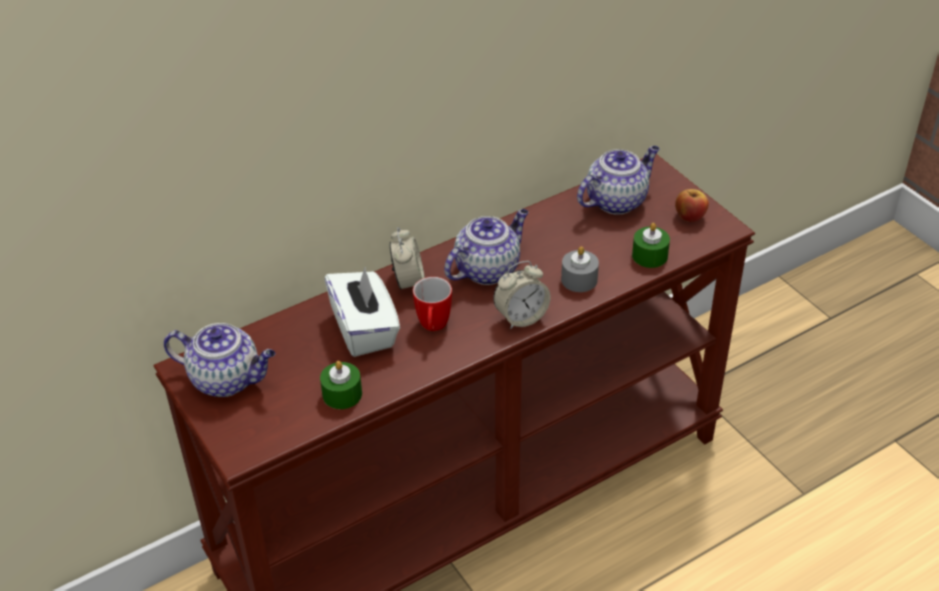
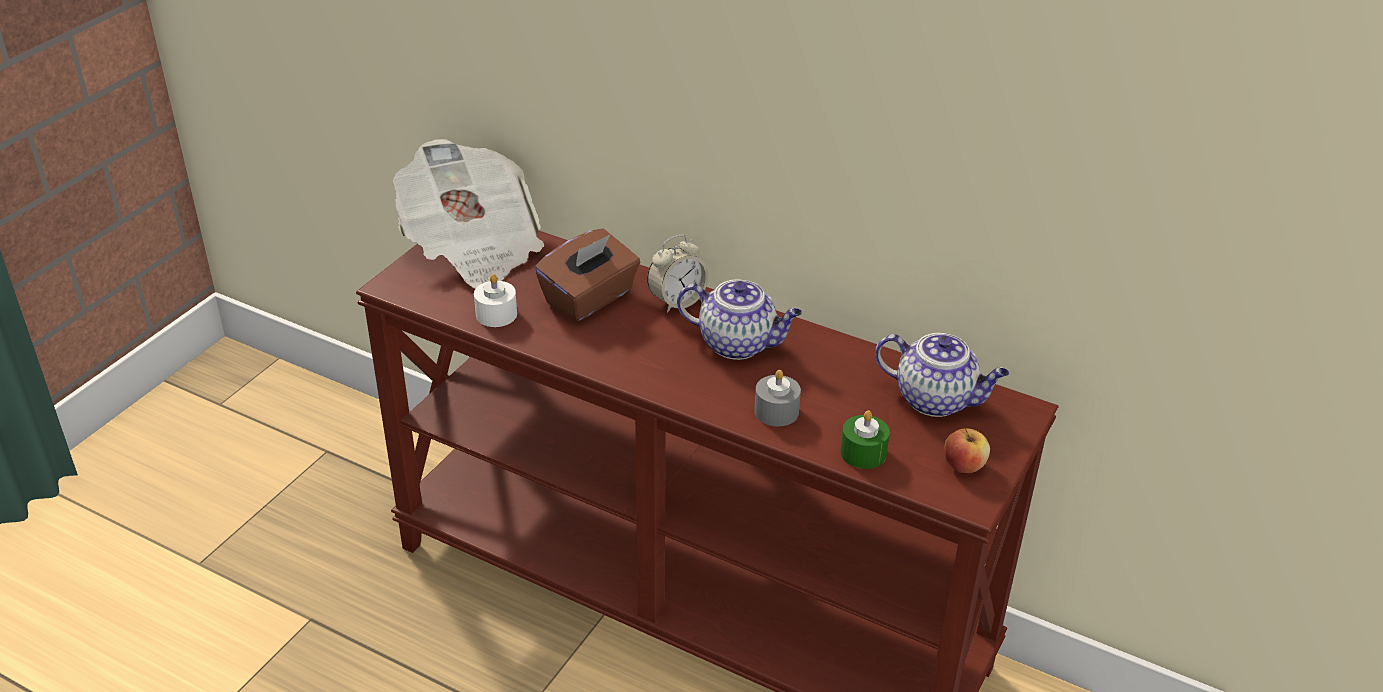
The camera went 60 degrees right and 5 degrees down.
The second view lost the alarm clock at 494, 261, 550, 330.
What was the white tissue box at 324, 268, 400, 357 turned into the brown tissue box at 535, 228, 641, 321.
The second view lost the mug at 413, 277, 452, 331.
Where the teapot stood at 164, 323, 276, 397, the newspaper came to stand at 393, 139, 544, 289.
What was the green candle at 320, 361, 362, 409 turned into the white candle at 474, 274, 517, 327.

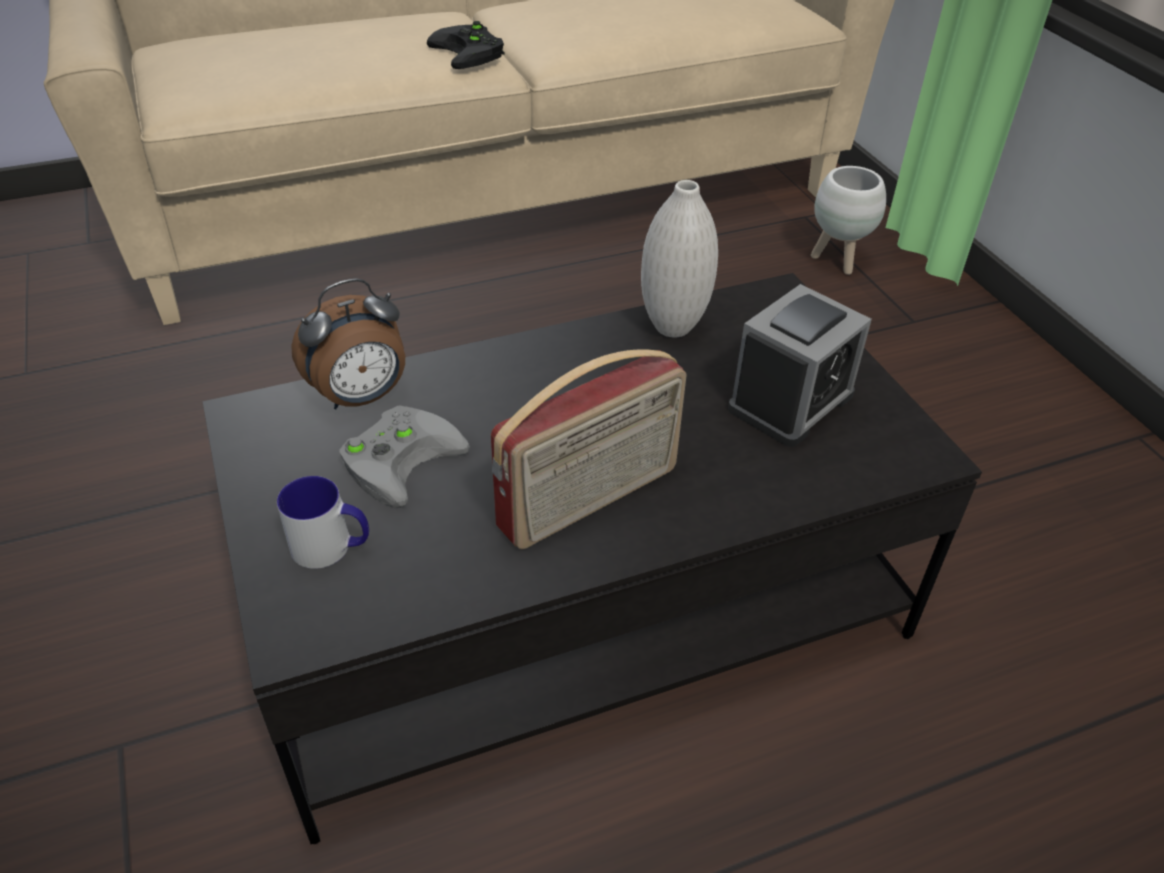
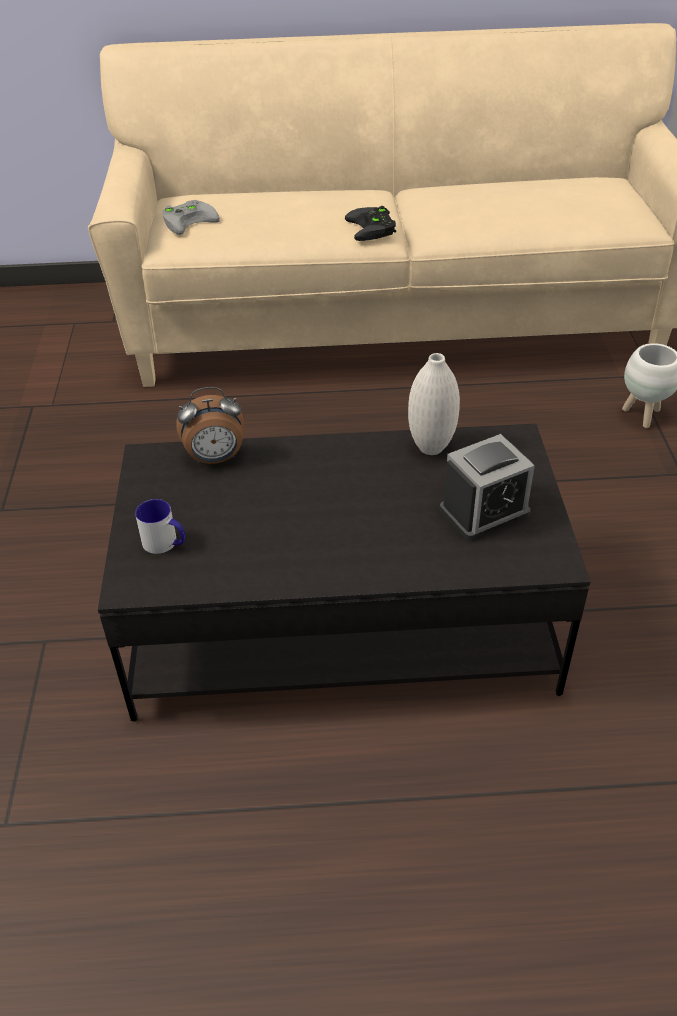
The camera went 20 degrees right and 0 degrees up.
The second view lost the radio at 491, 349, 686, 549.
The grey game controller ended up elsewhere, having gone from 339, 405, 470, 508 to 162, 200, 220, 235.

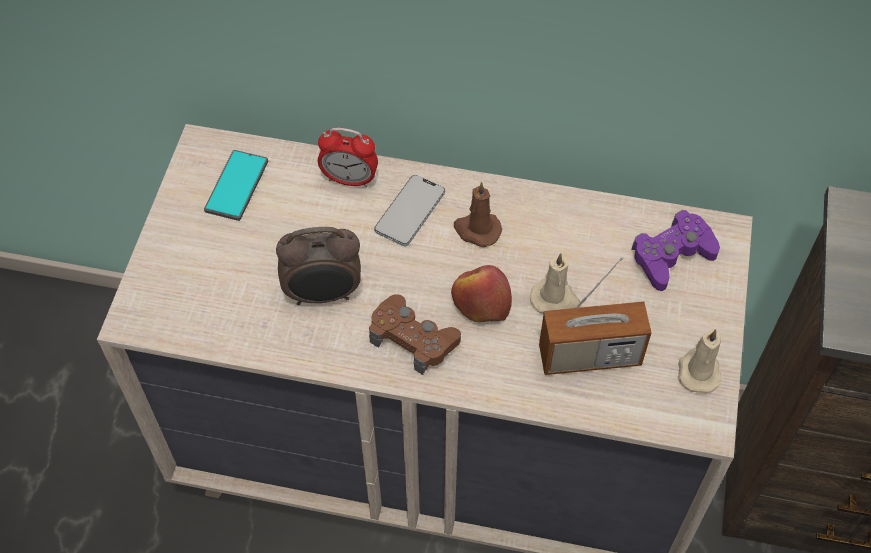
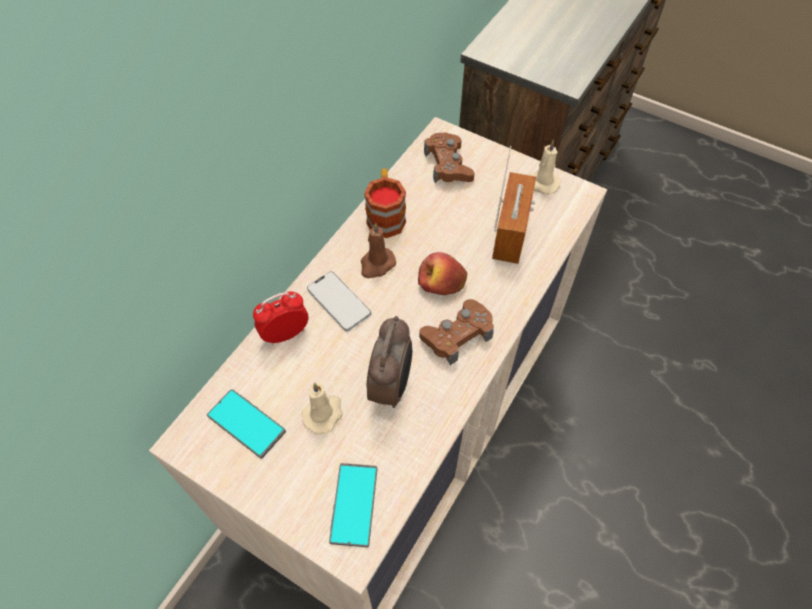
The camera went 70 degrees left and 0 degrees up.
The alarm clock at 318, 128, 378, 187 ended up facing another way, 150 degrees counterclockwise from before.
What was the purple game controller at 632, 210, 720, 291 turned into the brown game controller at 424, 132, 475, 183.
The beige candle ended up elsewhere, having gone from 530, 253, 580, 313 to 301, 383, 343, 434.
The second view gained the mug at 364, 168, 406, 238.
The second view gained the phone at 329, 463, 377, 547.

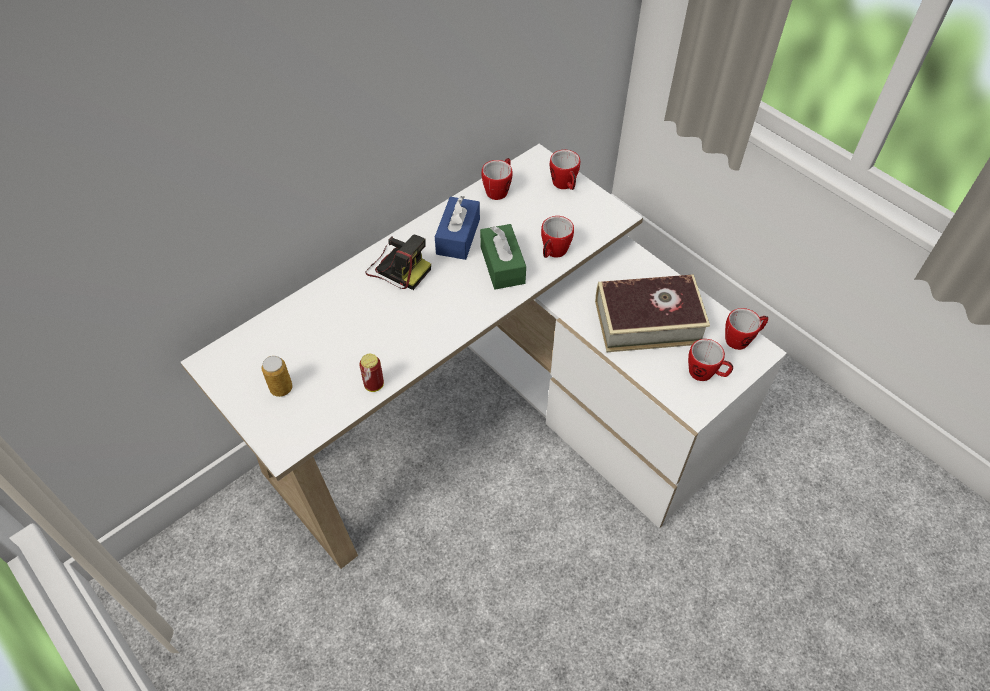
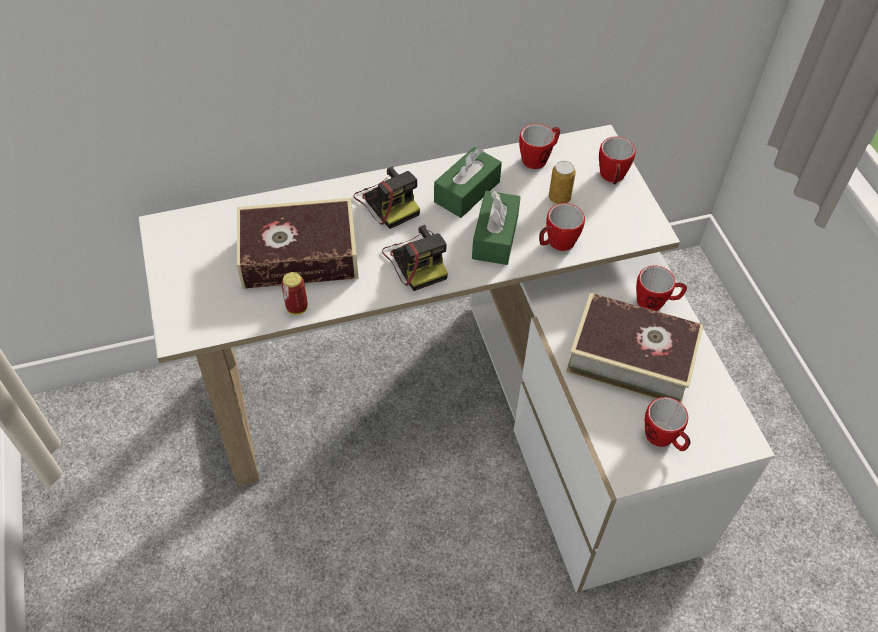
The camera went 25 degrees right and 0 degrees up.
What was the blue tissue box at 435, 196, 480, 260 turned into the green tissue box at 434, 147, 502, 218.
The mug ended up elsewhere, having gone from 725, 308, 768, 350 to 636, 265, 687, 311.
The can ended up elsewhere, having gone from 261, 356, 293, 397 to 549, 161, 576, 204.
The second view gained the book at 237, 198, 359, 289.
The second view gained the photo camera at 382, 225, 448, 291.

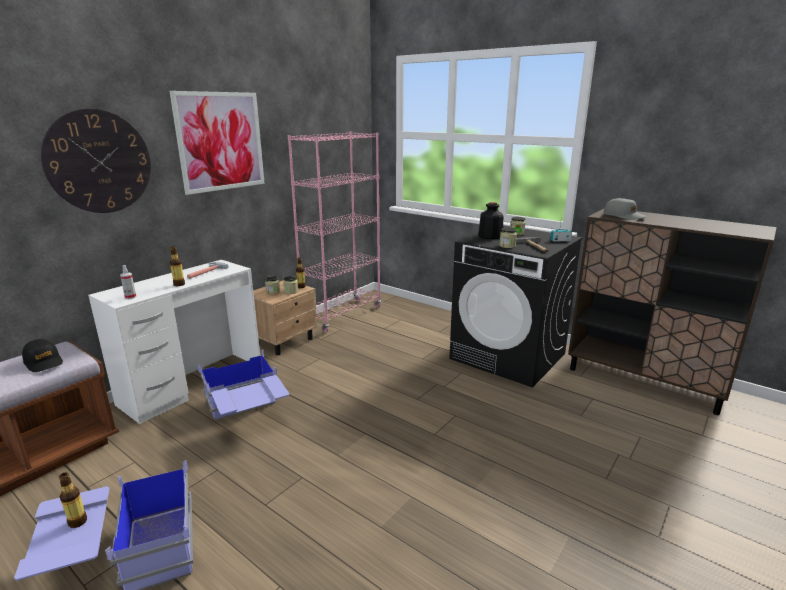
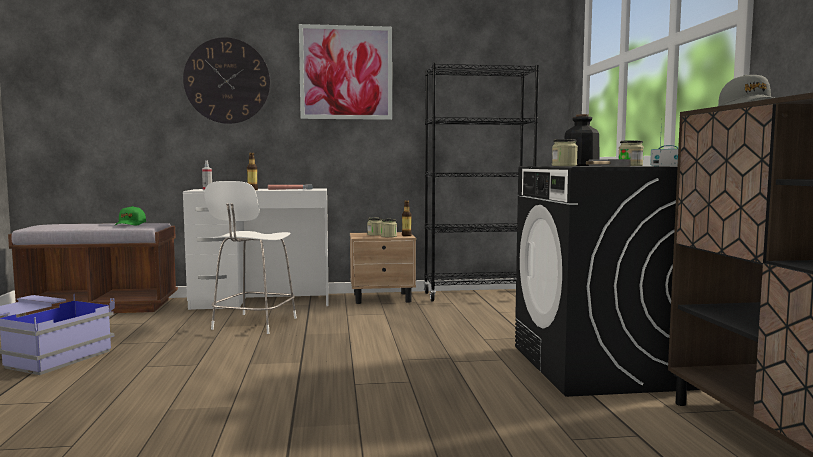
The camera went 45 degrees right and 15 degrees down.
What was the pink bookcase at 288, 132, 381, 333 turned into the black bookcase at 424, 63, 539, 302.
What was the black cap at 22, 339, 63, 372 turned into the green cap at 115, 206, 146, 225.
Where the blue storage box stood at 198, 349, 290, 420, the white chair came to stand at 204, 181, 297, 334.
The second view lost the bottle at 59, 472, 87, 528.

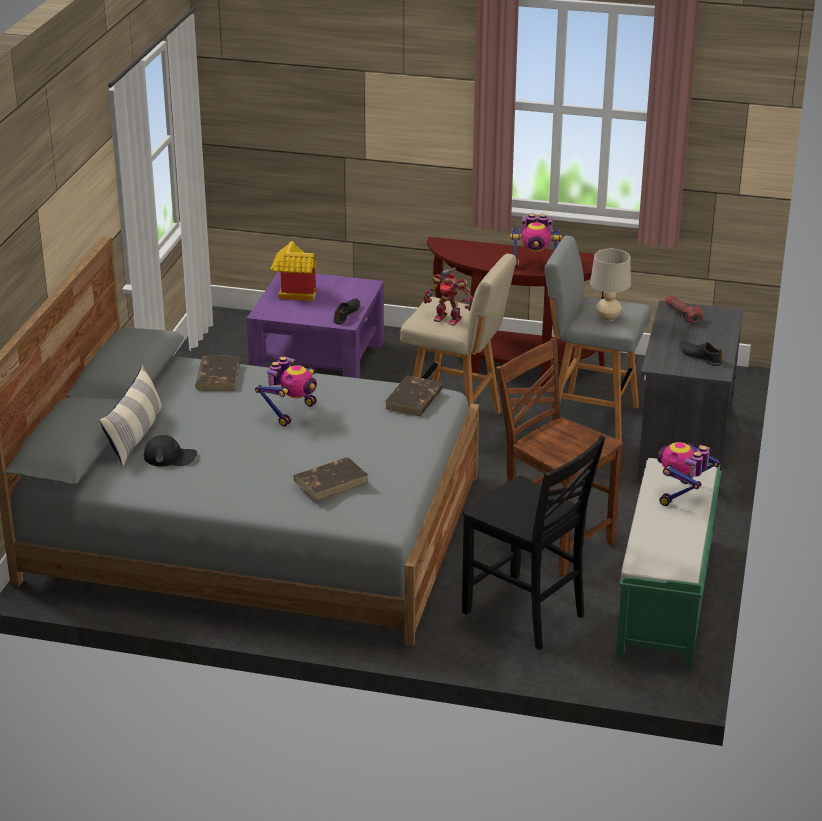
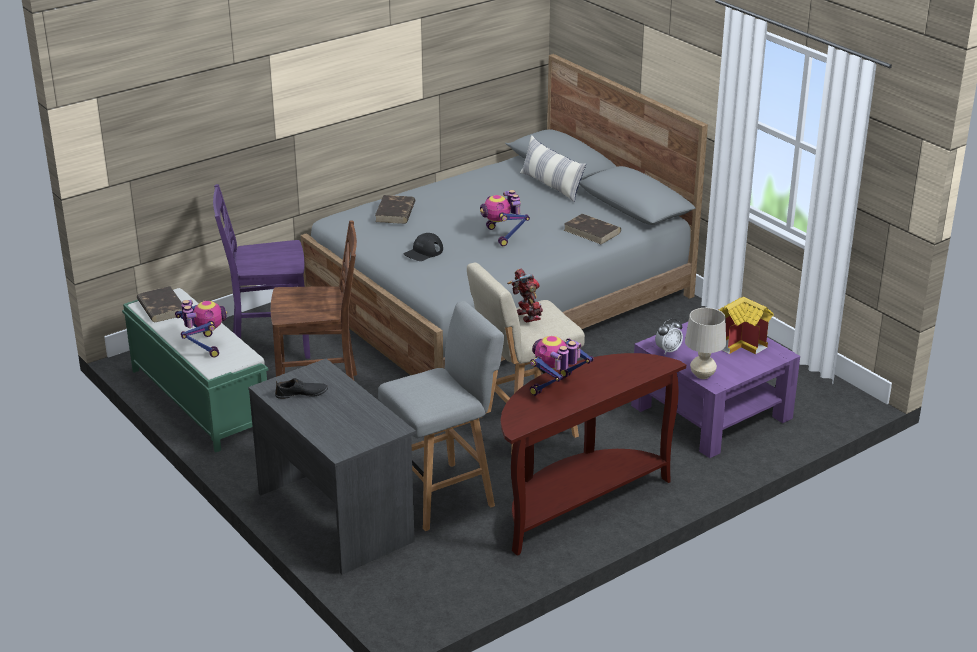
The camera went 130 degrees right and 0 degrees up.
The beige table lamp ended up elsewhere, having gone from 590, 249, 631, 321 to 685, 308, 726, 379.
The toy robot at 424, 268, 473, 325 ended up facing another way, 90 degrees clockwise from before.
The second view lost the flashlight at 665, 295, 702, 323.
Where the black shoe stood at 333, 299, 360, 324, the alarm clock came to stand at 655, 318, 683, 355.
The brown book ended up elsewhere, having gone from 385, 375, 443, 416 to 137, 286, 183, 322.
The black cap ended up elsewhere, having gone from 144, 435, 197, 467 to 404, 233, 443, 261.
What was the black chair at 462, 435, 606, 650 turned into the purple chair at 213, 184, 310, 359.

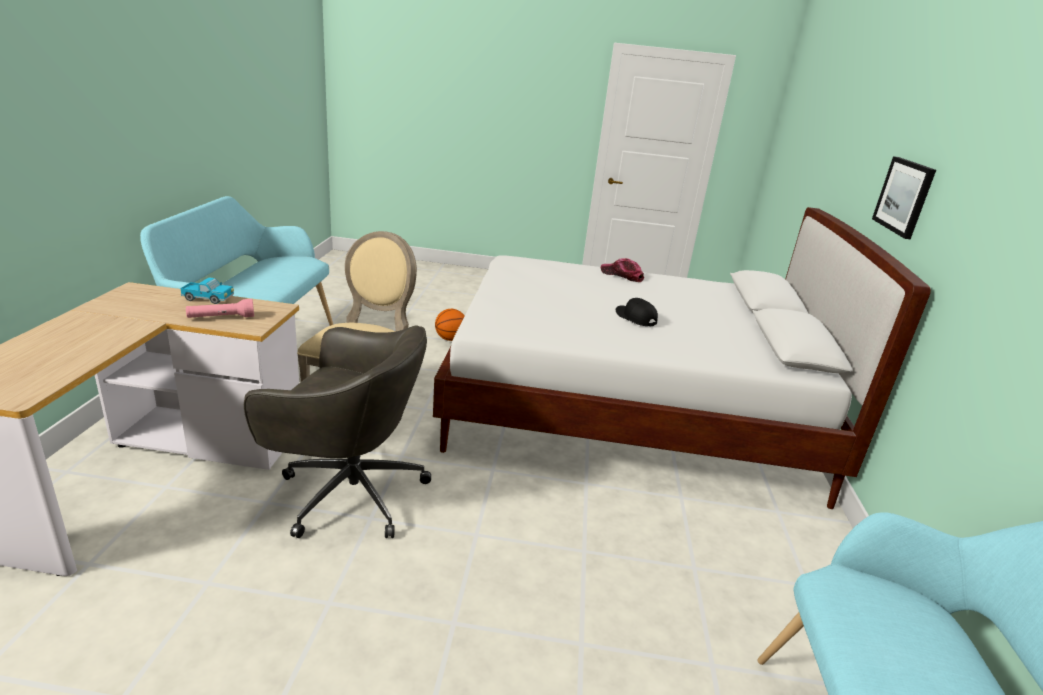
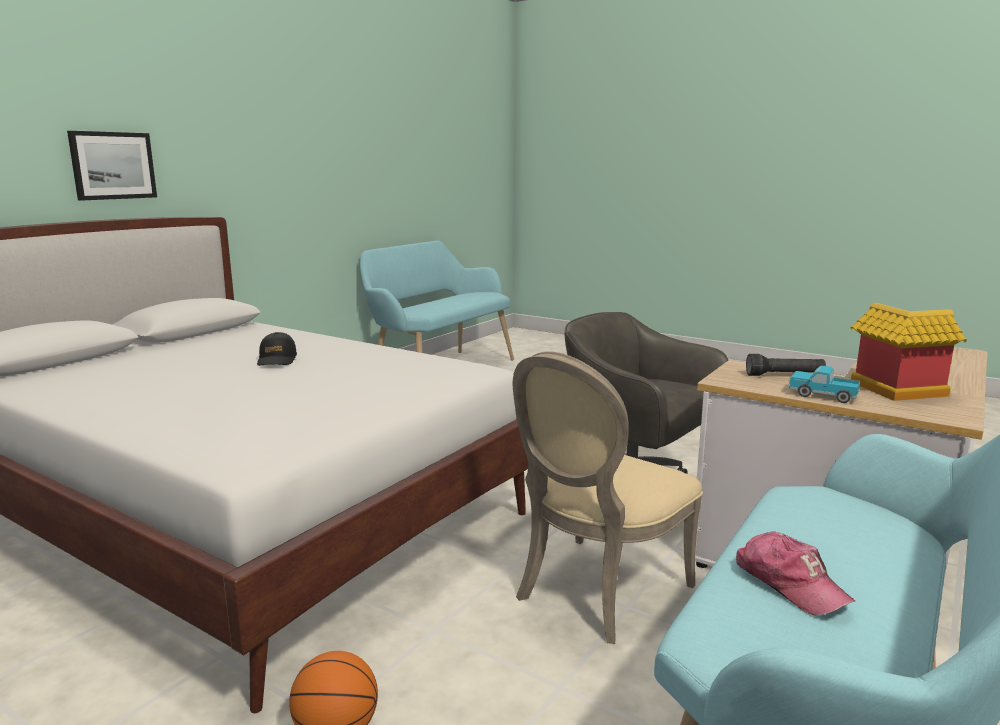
The camera went 150 degrees left and 10 degrees down.
The cap ended up elsewhere, having gone from 601, 258, 644, 282 to 736, 531, 856, 615.
What was the pink flashlight at 186, 299, 254, 318 turned into the black flashlight at 746, 354, 826, 376.
The second view gained the toy house at 851, 303, 967, 401.

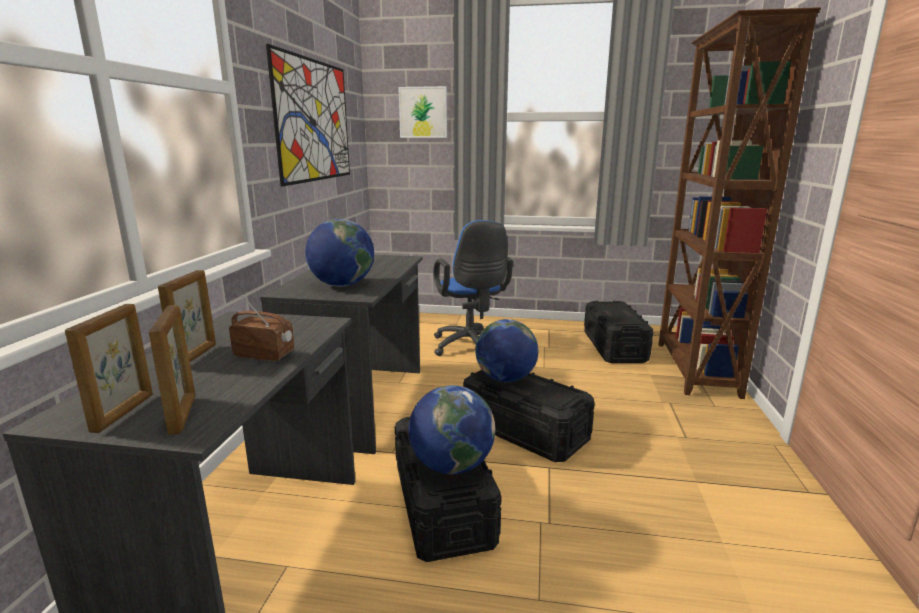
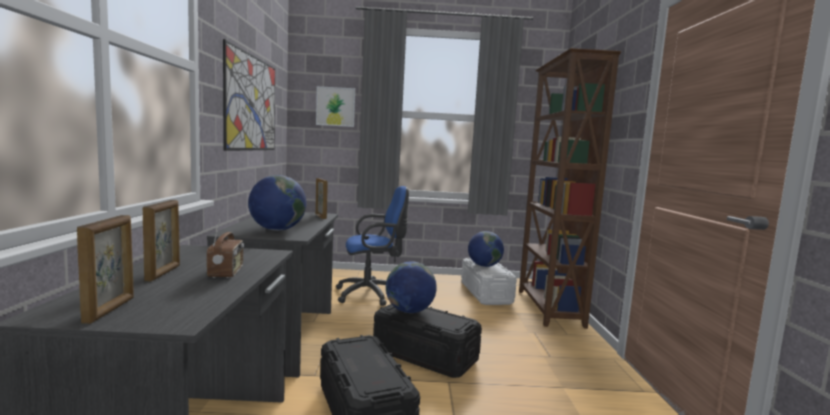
The camera went 10 degrees left and 10 degrees down.
The blue office chair at 433, 220, 513, 356 ended up facing another way, 75 degrees counterclockwise from before.
The radio at 229, 295, 294, 361 ended up facing another way, 75 degrees clockwise from before.
What was the black storage box at 584, 300, 654, 363 turned into the white storage box at 461, 258, 517, 305.
The picture frame ended up elsewhere, having gone from 149, 305, 195, 435 to 315, 178, 328, 219.
The globe ended up elsewhere, having gone from 409, 385, 495, 474 to 468, 231, 504, 267.

